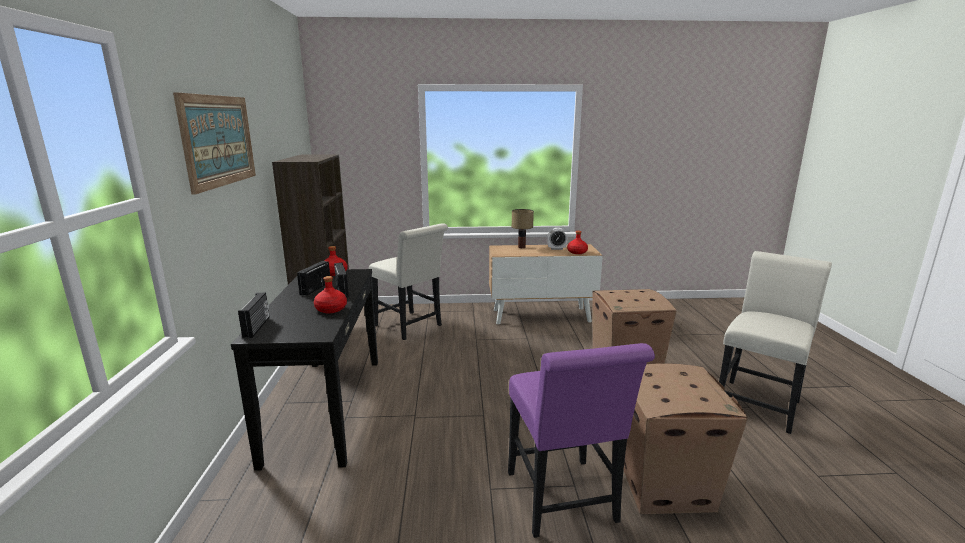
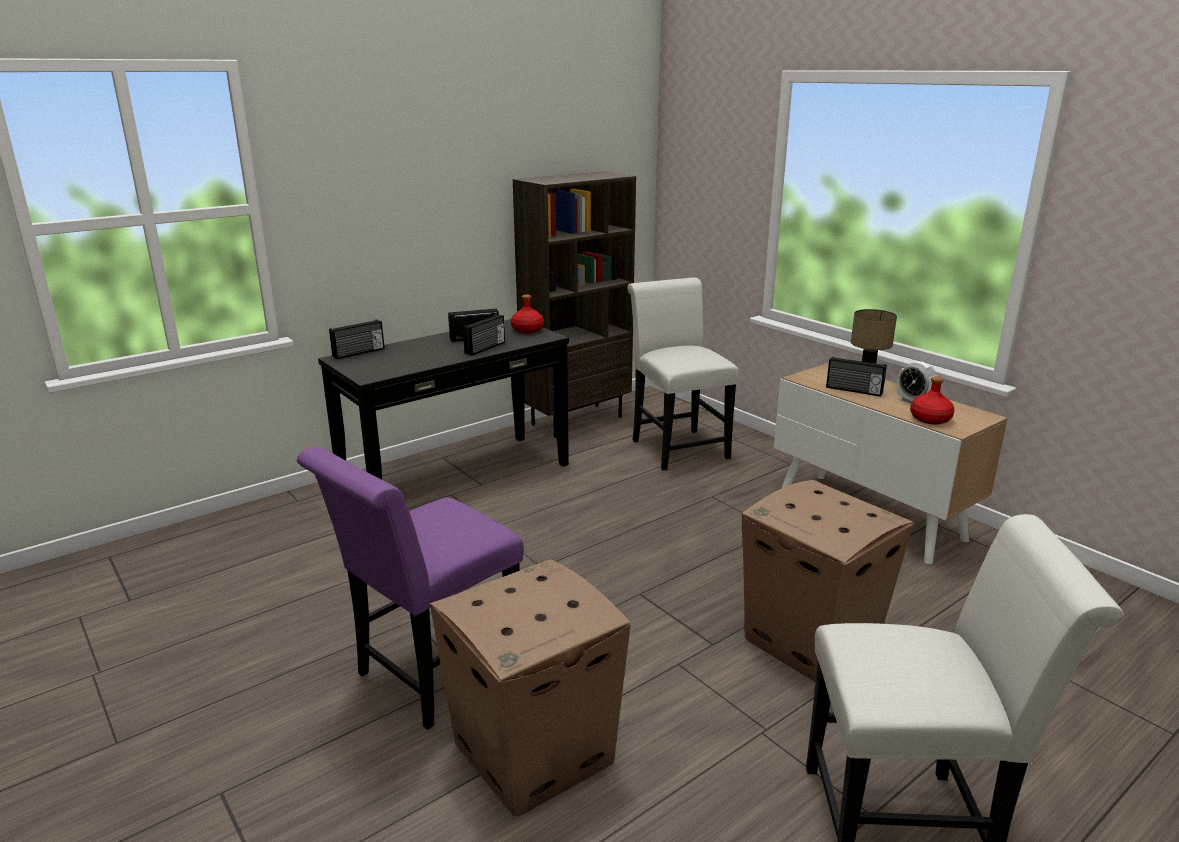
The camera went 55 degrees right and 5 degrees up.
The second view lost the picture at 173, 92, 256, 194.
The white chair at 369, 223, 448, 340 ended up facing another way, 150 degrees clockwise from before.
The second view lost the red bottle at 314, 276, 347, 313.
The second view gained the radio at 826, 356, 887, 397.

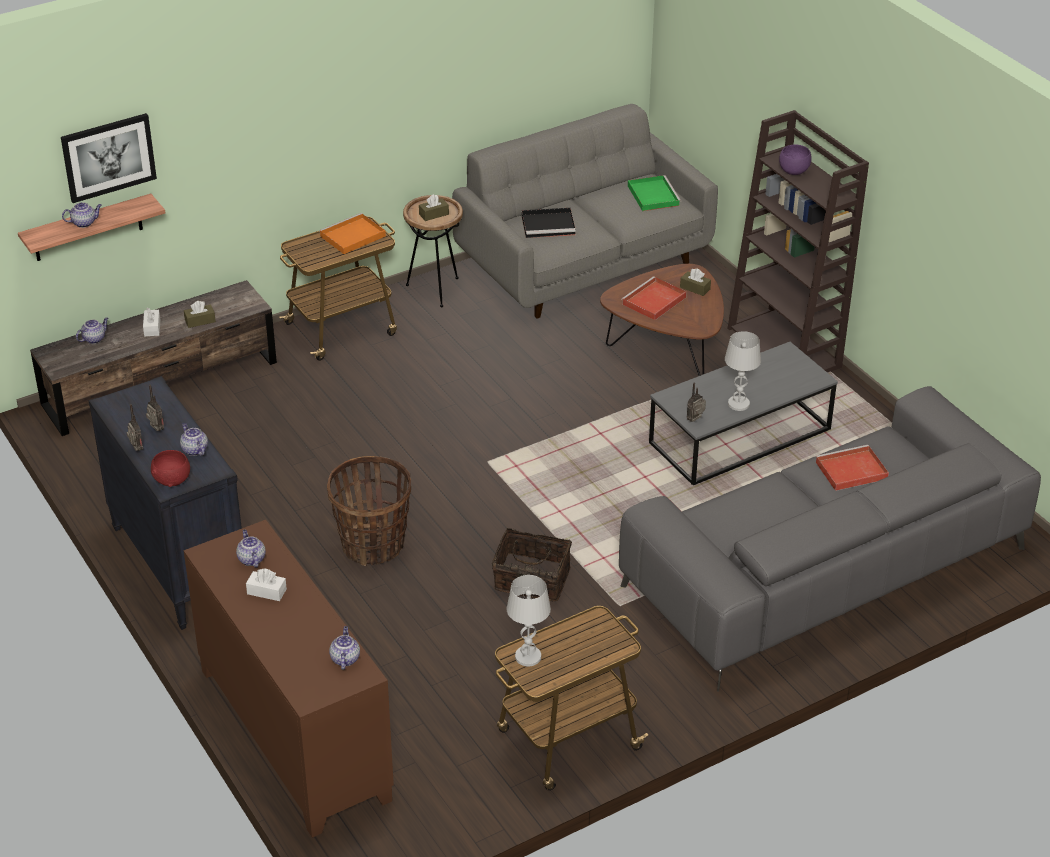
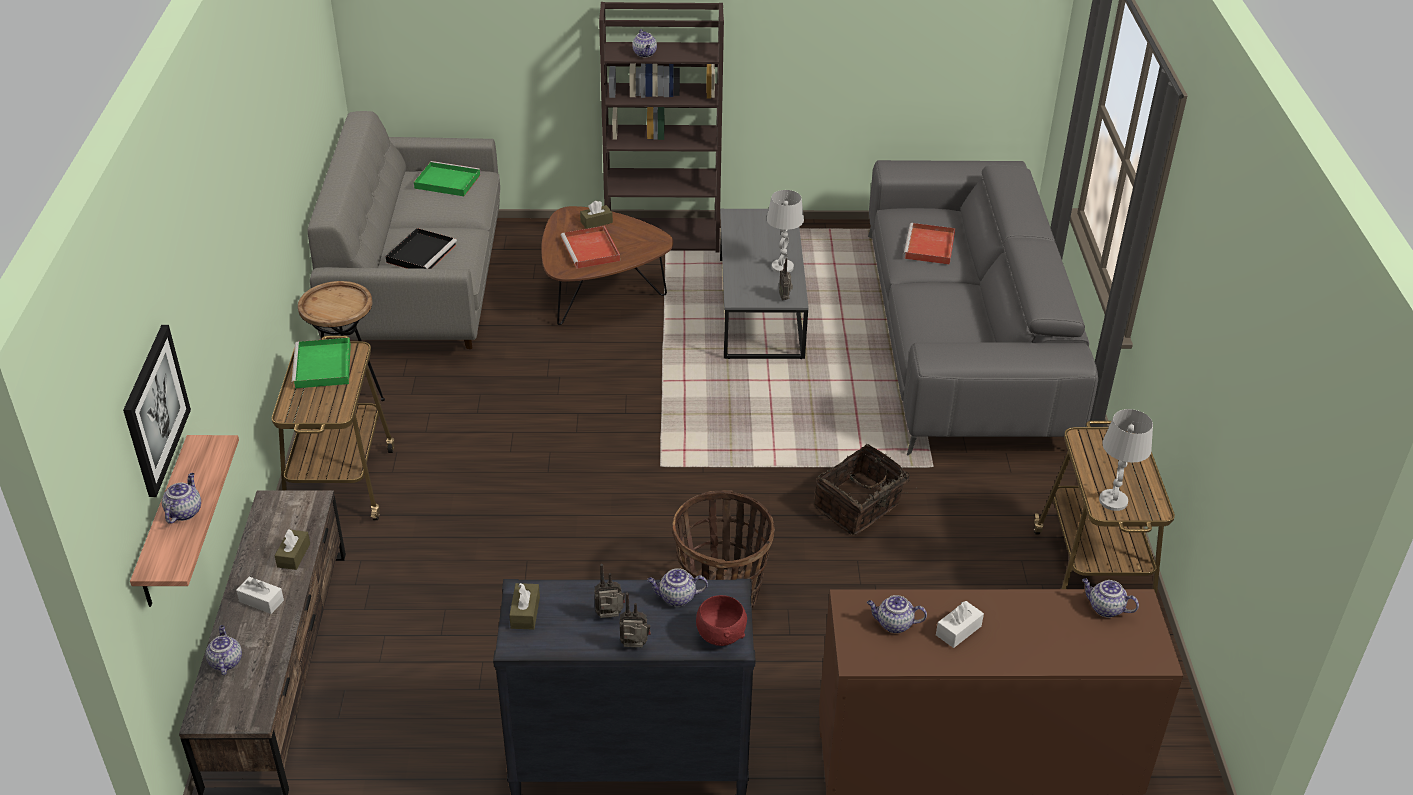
The camera went 60 degrees left and 0 degrees up.
Where the purple bowl stood at 779, 144, 811, 175, the teapot came to stand at 632, 29, 657, 57.
The brown tissue box ended up elsewhere, having gone from 419, 194, 449, 221 to 509, 583, 540, 630.
What was the orange tray at 319, 213, 386, 254 turned into the green tray at 292, 338, 351, 389.

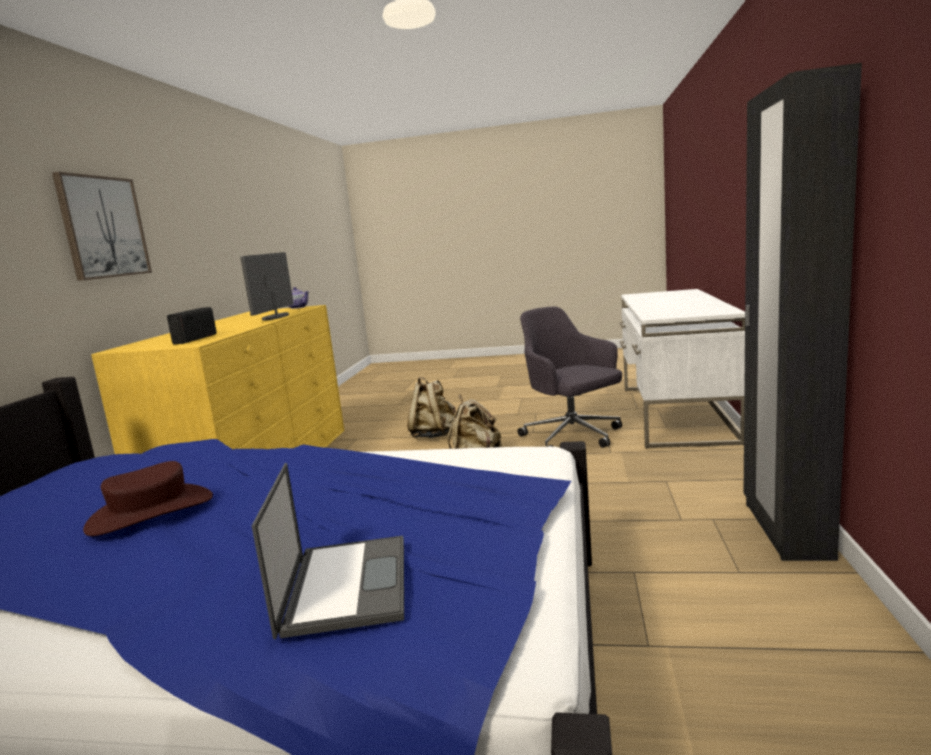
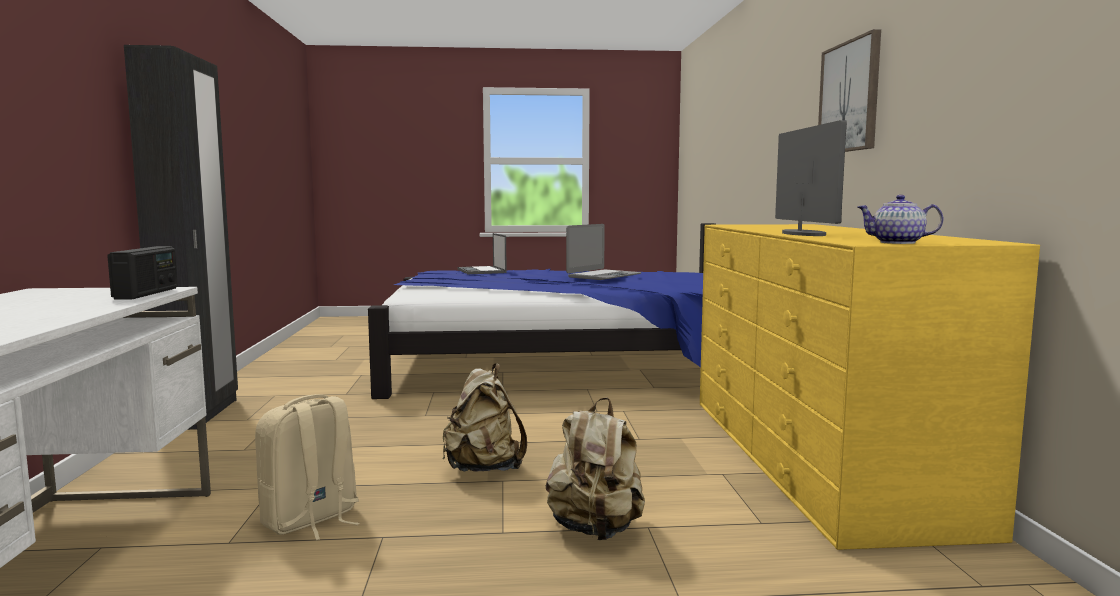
The camera went 165 degrees right and 5 degrees down.
The radio ended up elsewhere, having gone from 167, 307, 217, 344 to 107, 246, 178, 300.
Where the grey office chair stood at 518, 307, 622, 448, the beige backpack came to stand at 255, 394, 360, 540.
Where the brown hat stood at 83, 461, 213, 536, the laptop came to stand at 566, 224, 641, 280.

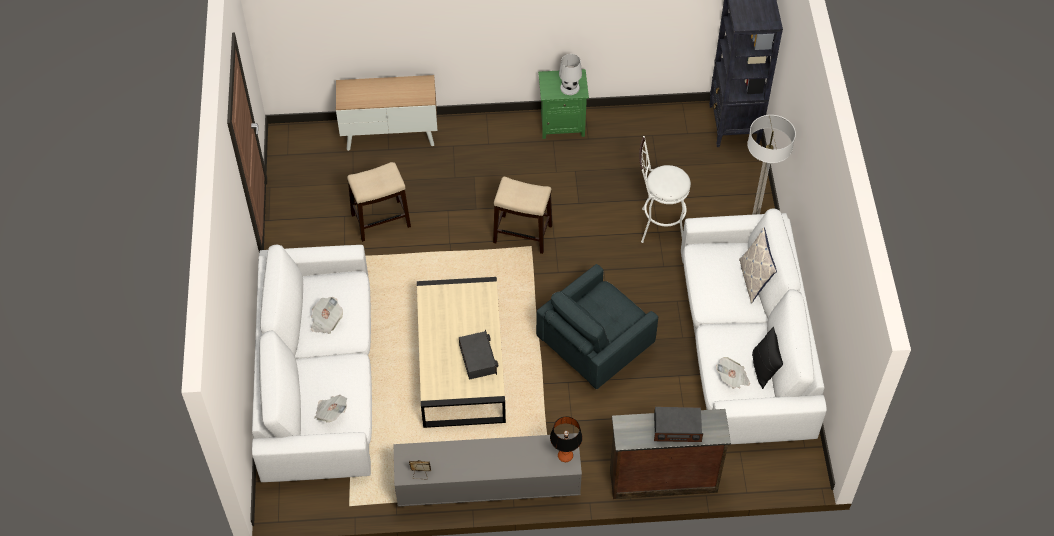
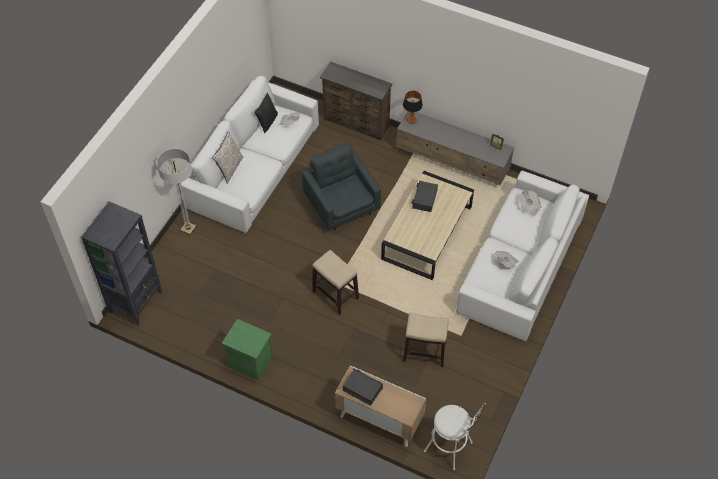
The camera went 150 degrees left and 0 degrees up.
The second view lost the white table lamp at 559, 54, 582, 95.
The white stool ended up elsewhere, having gone from 639, 136, 691, 243 to 424, 403, 486, 470.
The grey armchair at 536, 264, 658, 389 ended up facing another way, 105 degrees counterclockwise from before.
The radio ended up elsewhere, having gone from 654, 407, 703, 442 to 343, 368, 383, 406.

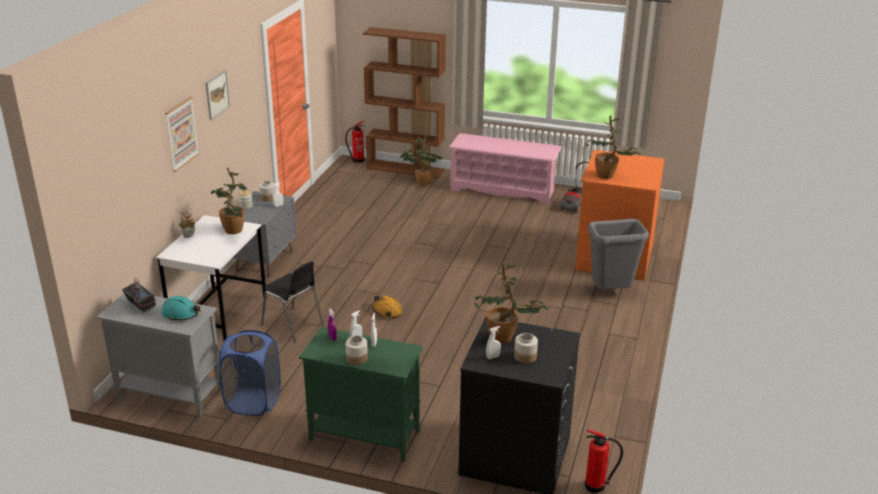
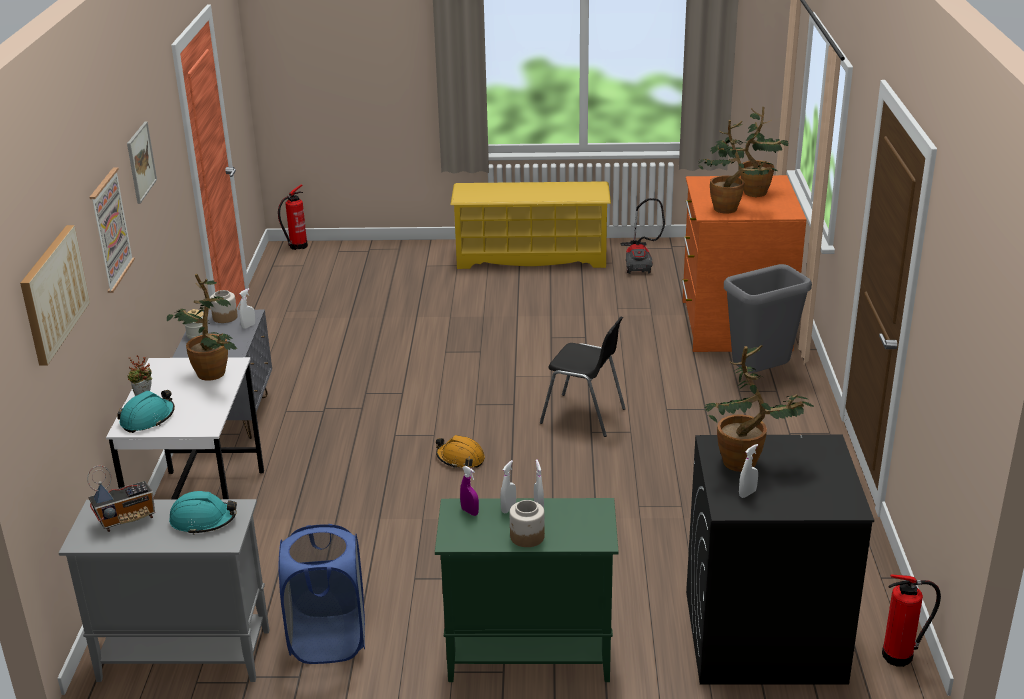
The camera went 15 degrees left and 0 degrees up.
The second view lost the brown bookcase at 363, 27, 446, 179.
What was the pink shoe rack at 449, 133, 562, 205 turned into the yellow shoe rack at 450, 181, 611, 269.
The potted plant ended up elsewhere, having gone from 400, 136, 443, 186 to 711, 107, 789, 197.
The black chair ended up elsewhere, having gone from 261, 261, 324, 342 to 540, 317, 626, 437.
The radio at 122, 278, 156, 313 ended up facing another way, 120 degrees clockwise from before.
The second view lost the jar at 514, 333, 538, 364.
The second view gained the picture at 20, 225, 90, 365.
The second view gained the turquoise hard hat at 117, 390, 175, 433.

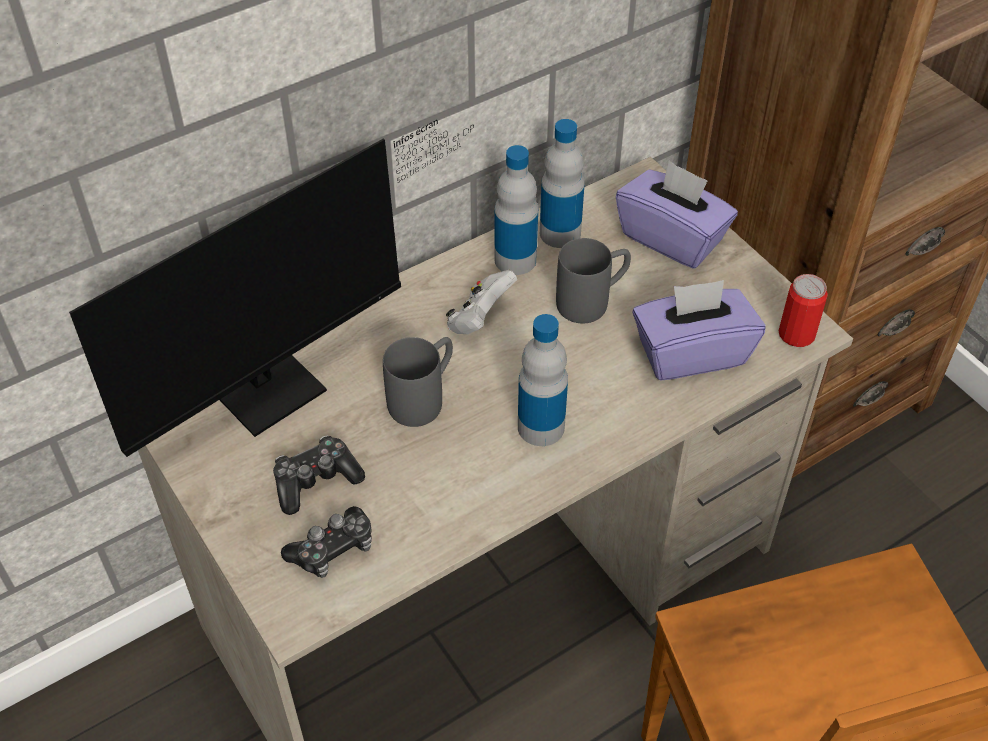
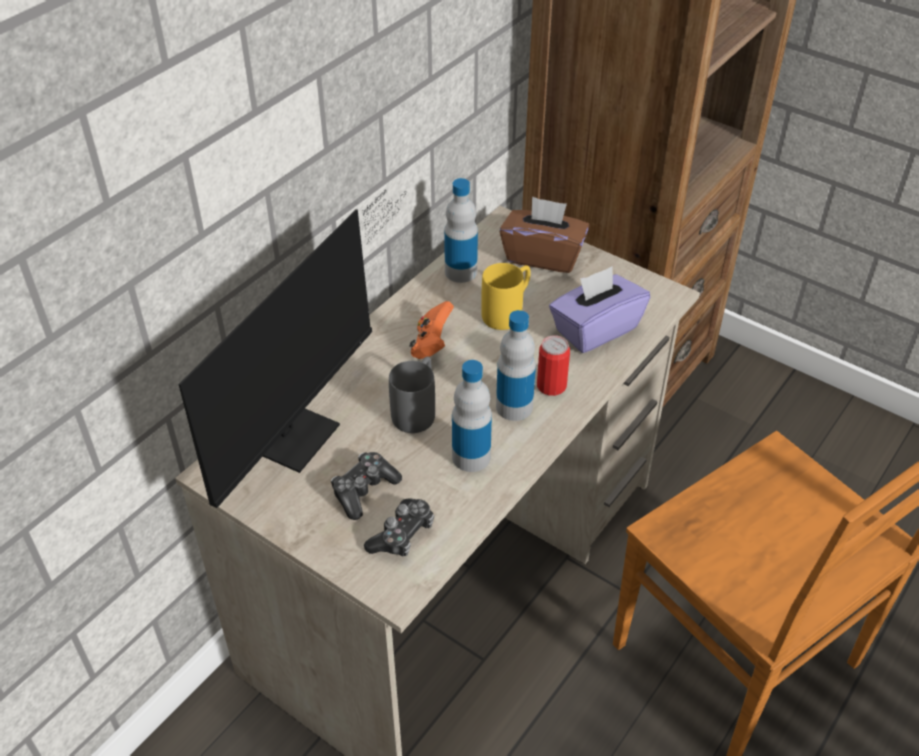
The camera went 20 degrees left and 5 degrees down.
The bottle ended up elsewhere, having gone from 494, 145, 538, 275 to 452, 360, 492, 472.
What was the purple tissue box at 616, 160, 738, 268 turned into the brown tissue box at 500, 196, 589, 273.
What was the grey mug at 556, 238, 631, 323 turned into the yellow mug at 481, 263, 531, 330.
What was the white game controller at 446, 270, 517, 334 turned into the orange game controller at 409, 301, 454, 359.
The can ended up elsewhere, having gone from 779, 274, 828, 347 to 537, 335, 570, 396.

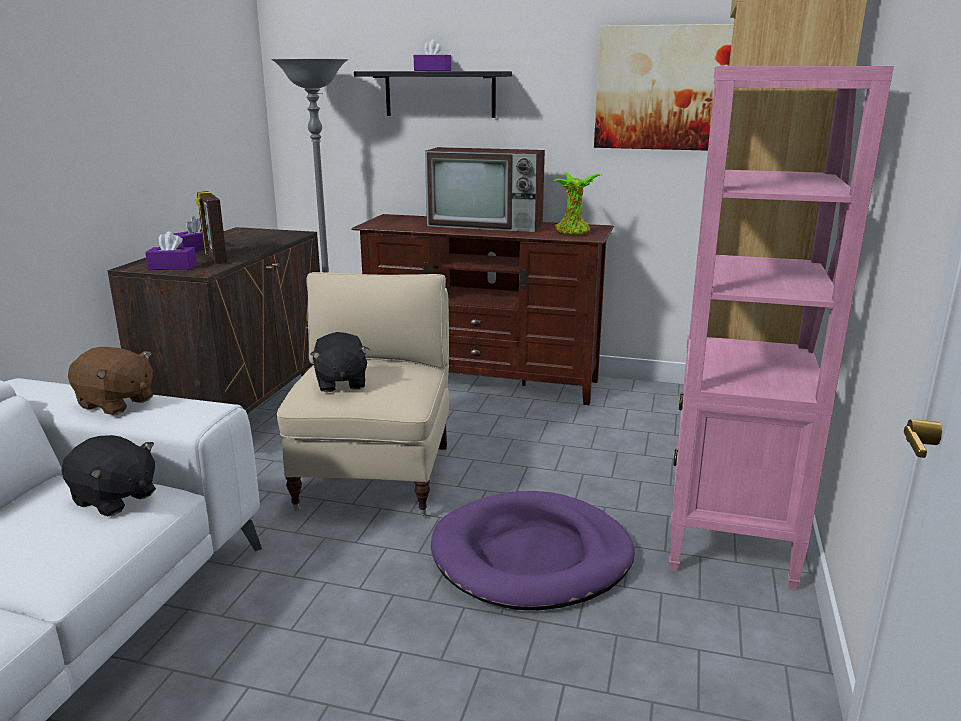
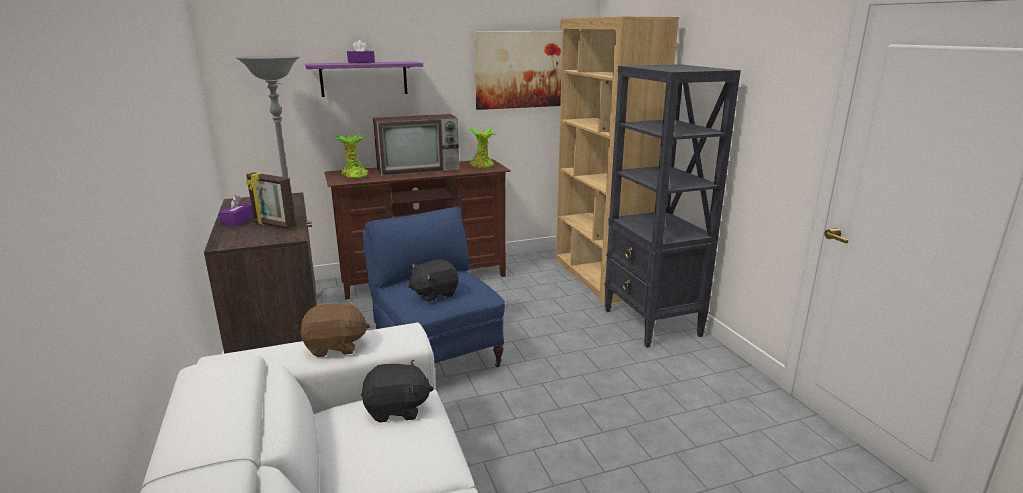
The camera went 35 degrees left and 0 degrees up.
What was the pink bookcase at 669, 66, 894, 590 turned into the black bookcase at 604, 64, 741, 348.
What was the black shelf at 354, 71, 512, 118 turned into the purple shelf at 305, 61, 423, 97.
The second view lost the purple tissue box at 145, 231, 197, 270.
What was the beige armchair at 277, 272, 449, 516 turned into the blue armchair at 363, 207, 505, 367.
The black plush toy at 310, 332, 370, 392 ended up facing another way, 105 degrees clockwise from before.
The second view lost the purple dog bed at 431, 491, 635, 610.
The second view gained the potted plant at 337, 134, 368, 178.

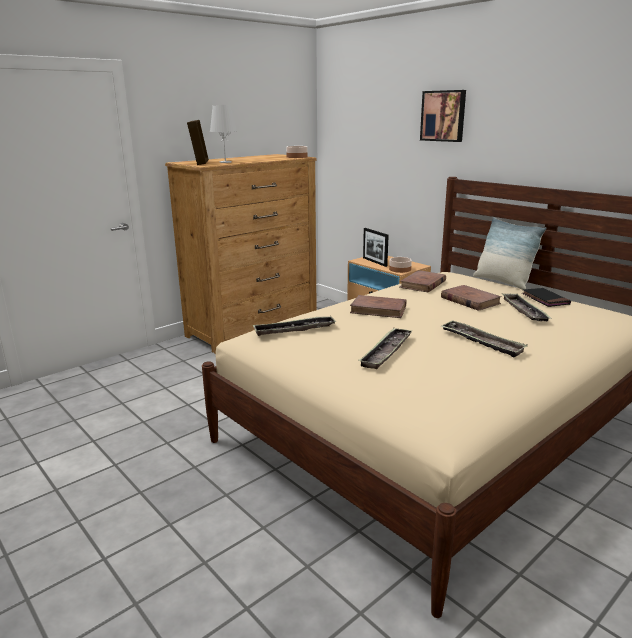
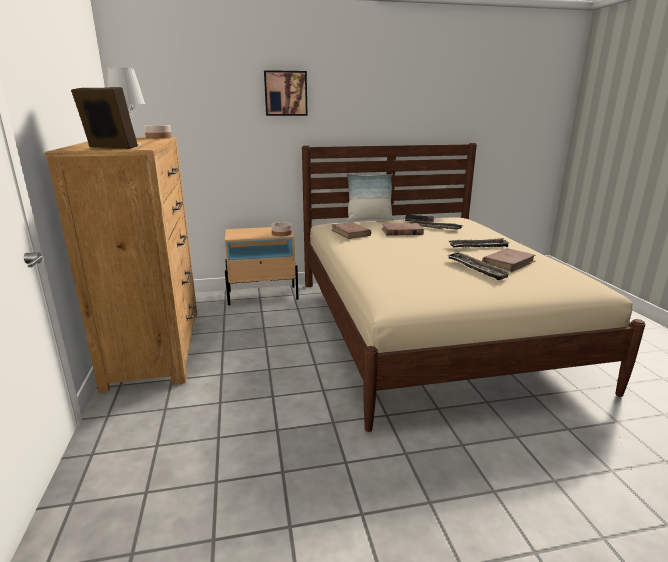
The camera went 60 degrees left and 0 degrees up.
The second view lost the picture frame at 363, 228, 389, 267.
The brown book ended up elsewhere, having gone from 350, 295, 406, 318 to 482, 248, 536, 272.
The second view lost the tray at 253, 316, 336, 336.

